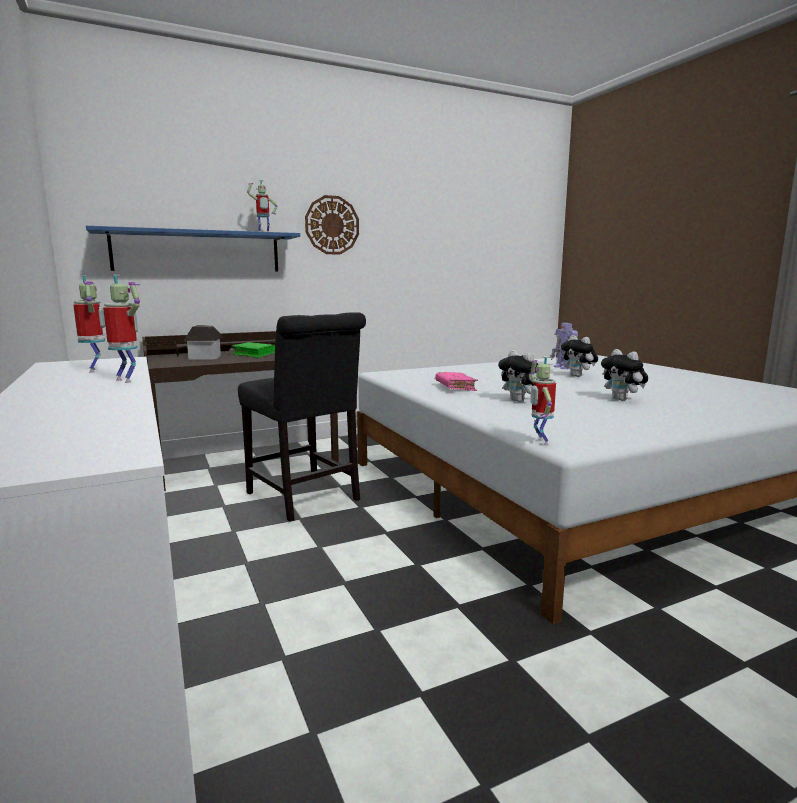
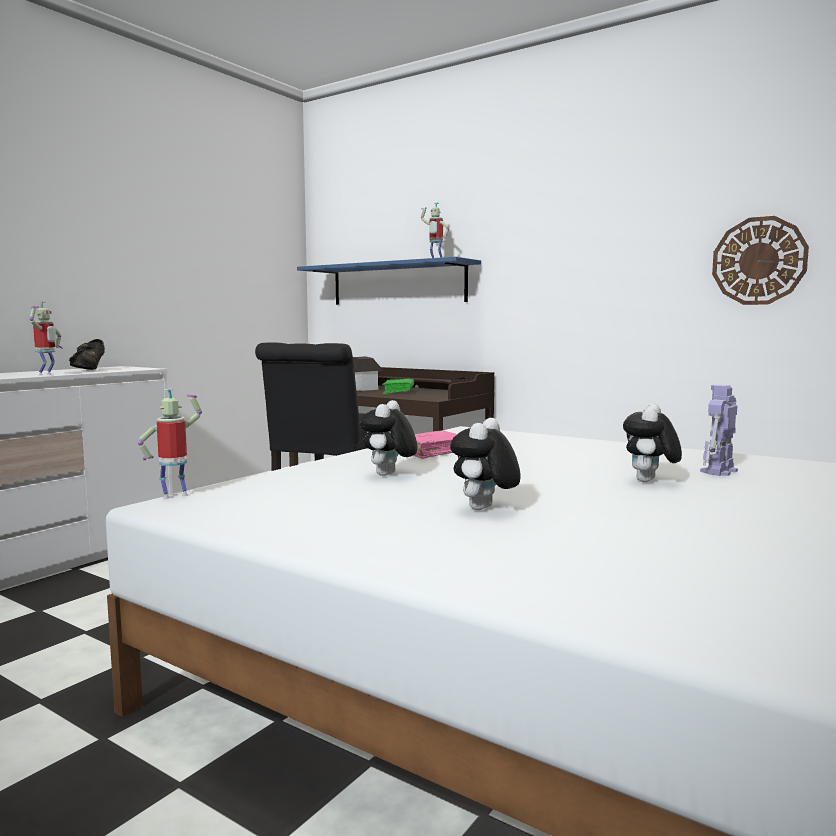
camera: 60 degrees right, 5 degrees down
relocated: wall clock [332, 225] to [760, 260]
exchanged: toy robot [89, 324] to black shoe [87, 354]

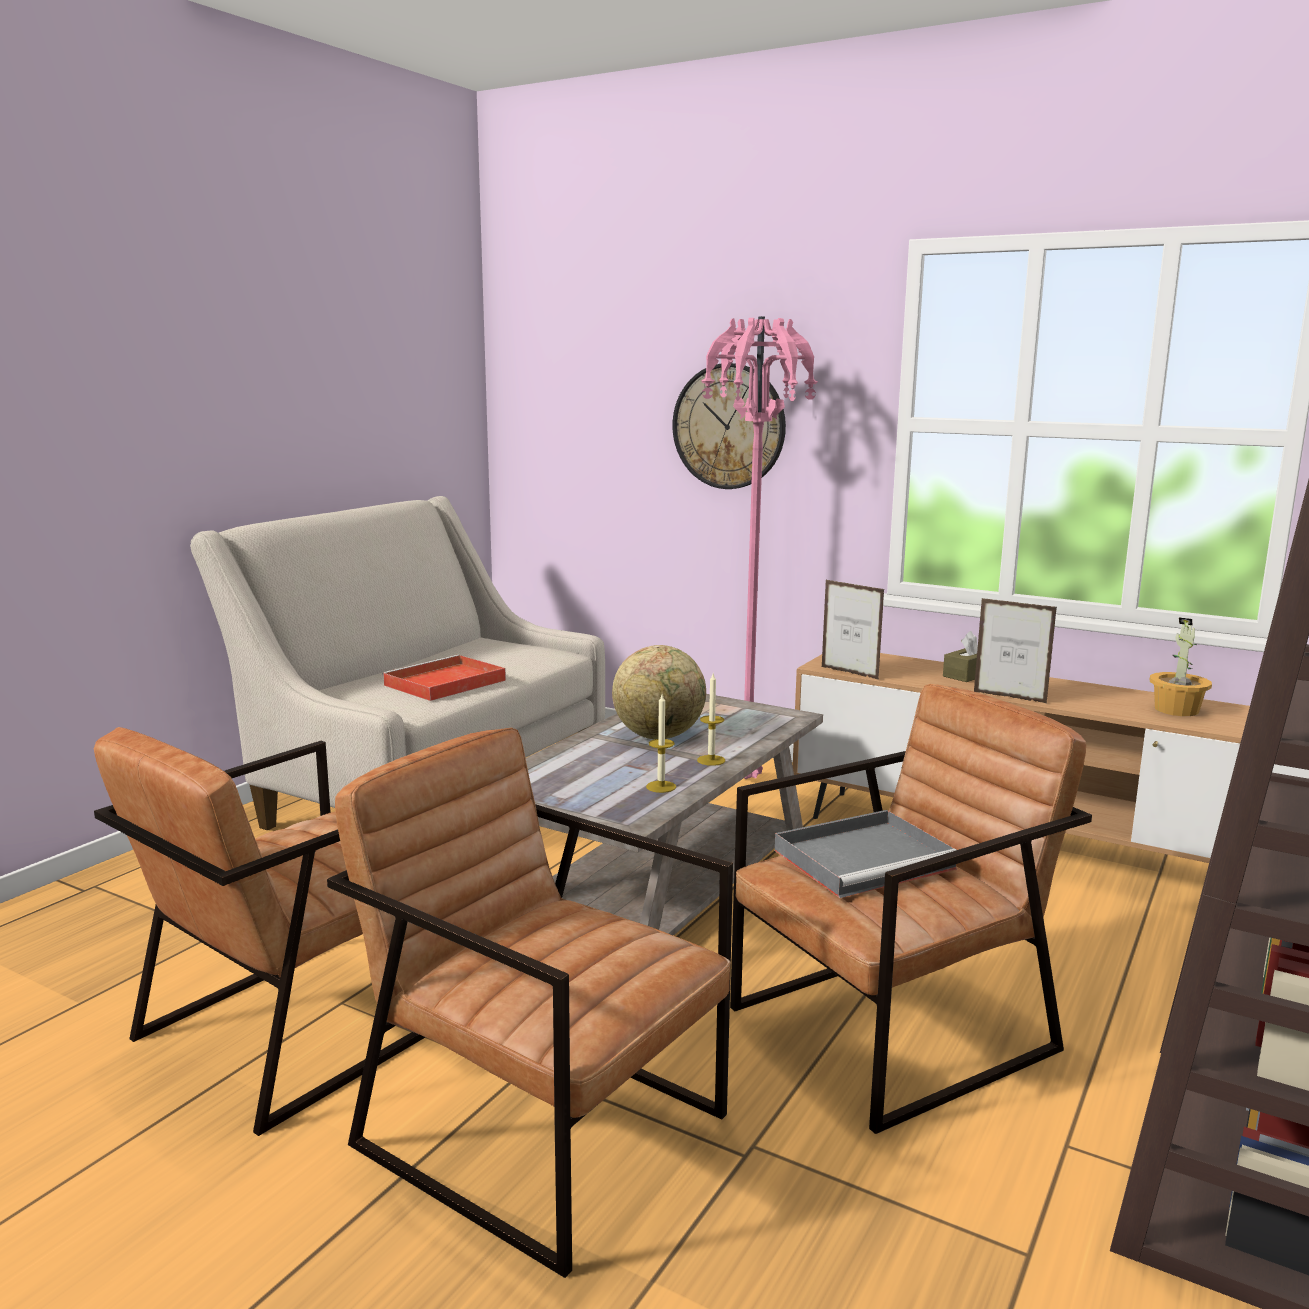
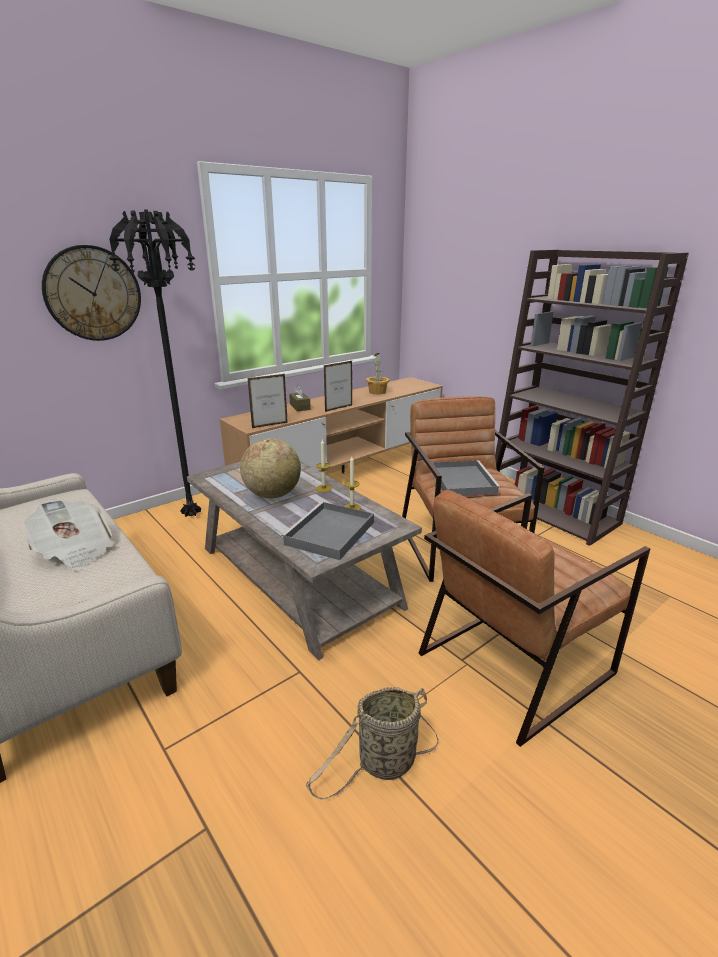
camera: 70 degrees left, 10 degrees up
appeared: grey tray [327, 531]
exchanged: brown armchair [259, 931] to basket [372, 743]; red tray [444, 678] to newspaper [69, 534]
colour: pink floor lamp [759, 547] to black floor lamp [155, 363]

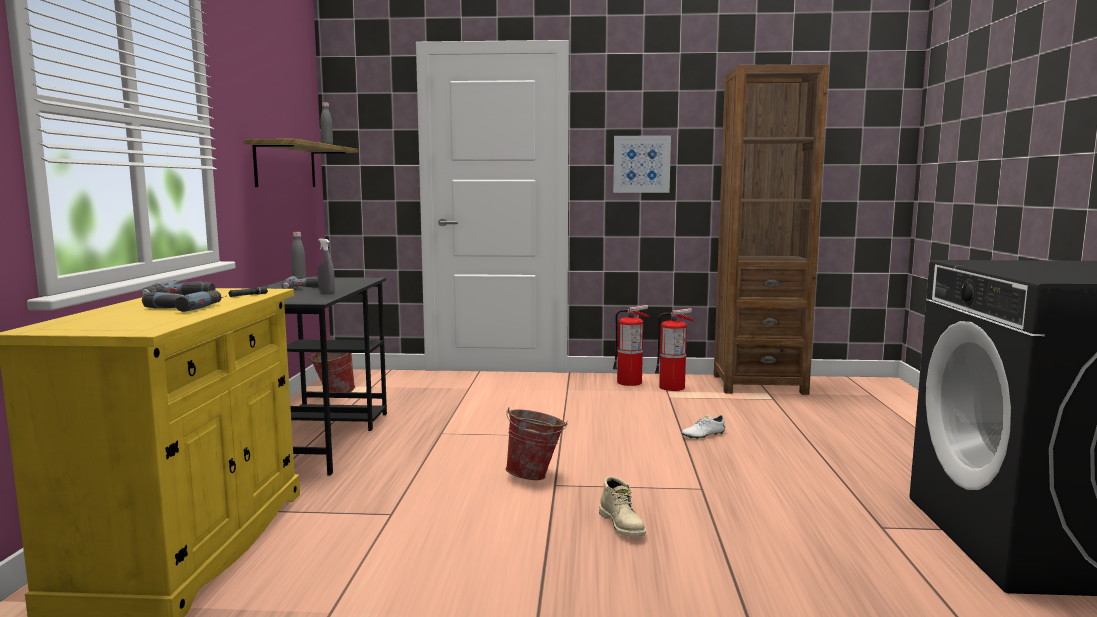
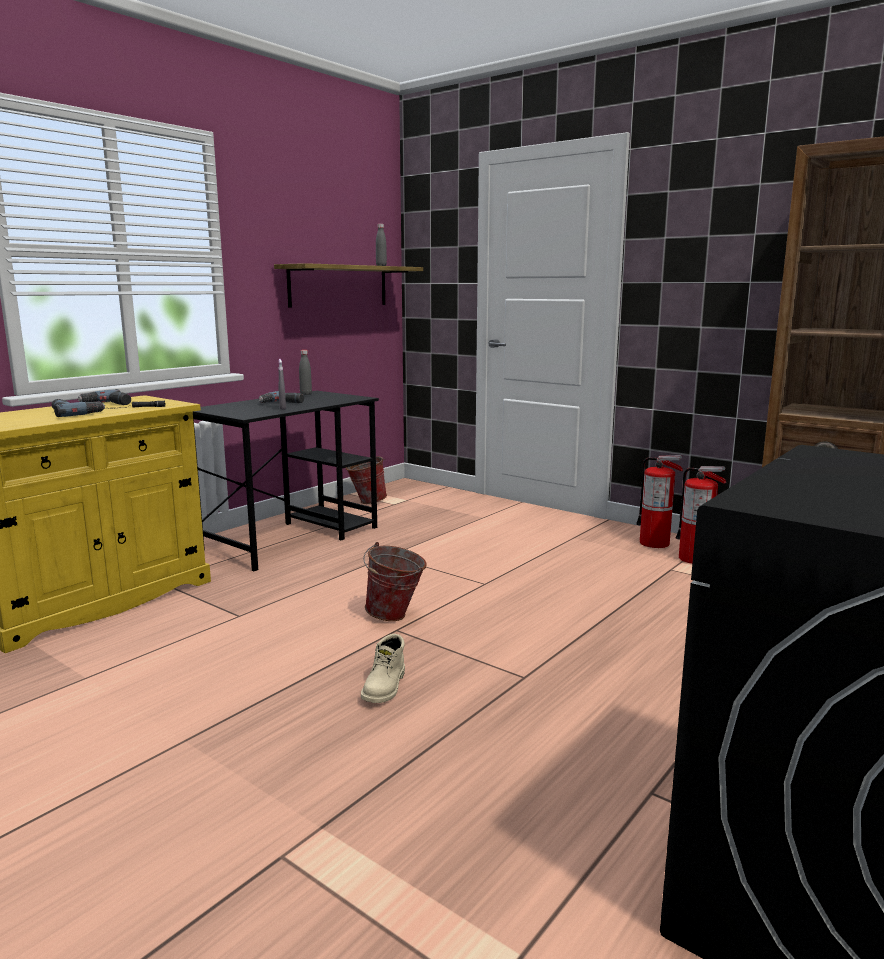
camera: 35 degrees right, 5 degrees up
missing: picture [642, 164]; white shoe [703, 427]

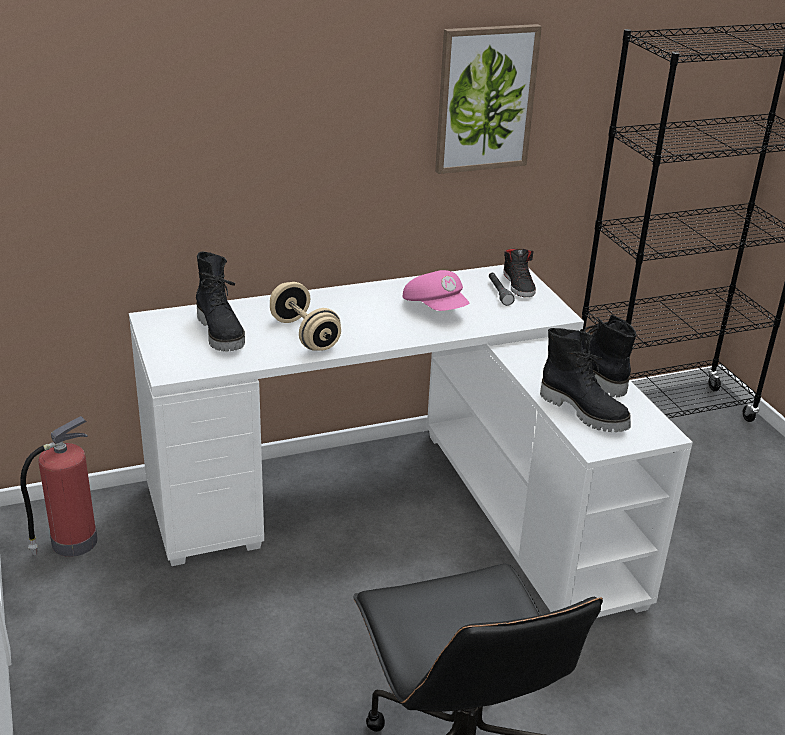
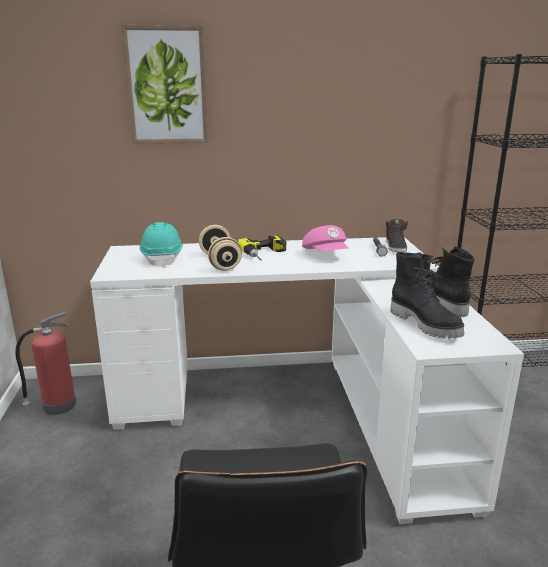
camera: 15 degrees right, 10 degrees down
appeared: power drill [261, 248]
relocated: picture [488, 99] to [164, 84]
exchanged: black boot [220, 301] to turquoise hard hat [161, 245]

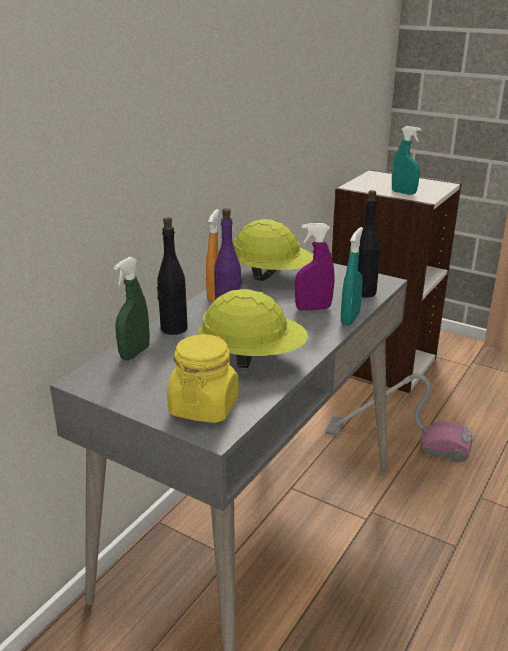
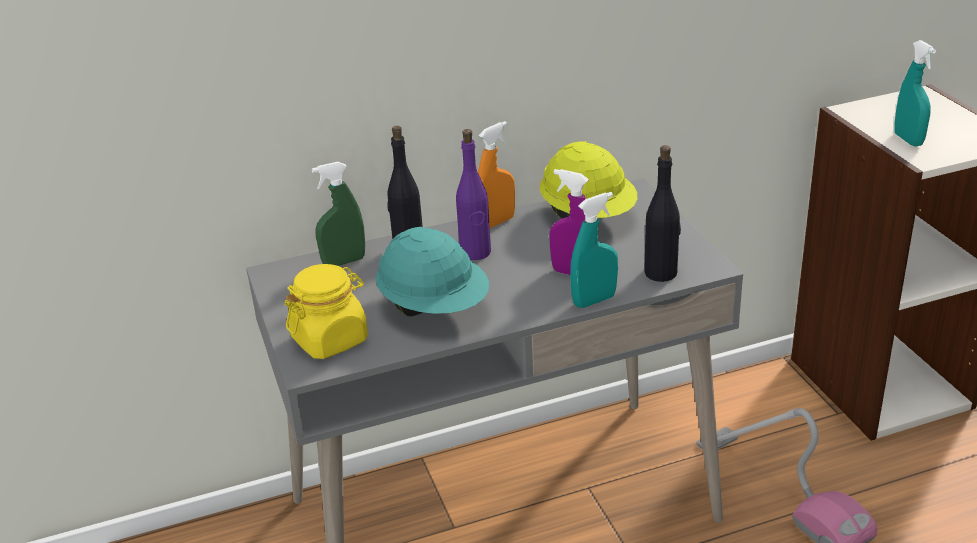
camera: 40 degrees right, 5 degrees up
colour: yellow hard hat [253, 328] to turquoise hard hat [432, 271]

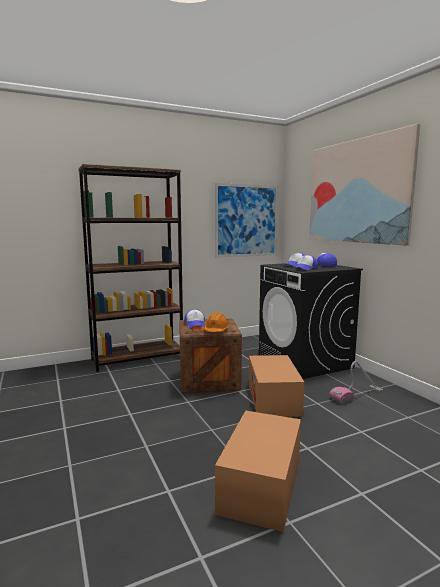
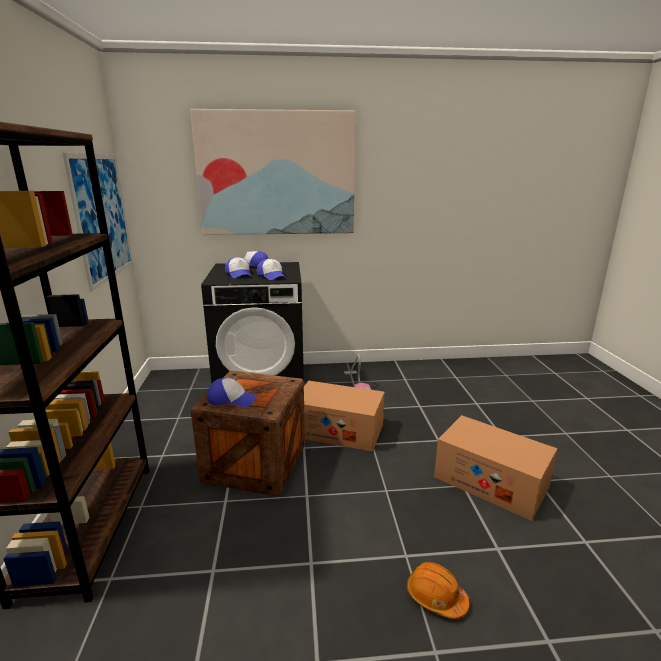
camera: 70 degrees left, 10 degrees up
relocated: orange hard hat [216, 322] to [438, 590]

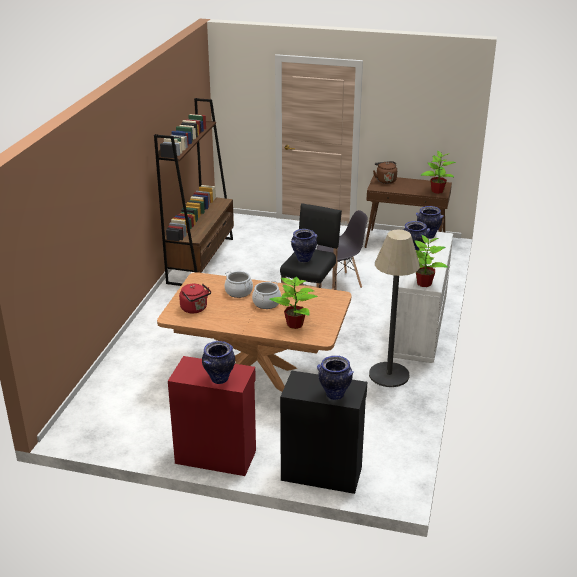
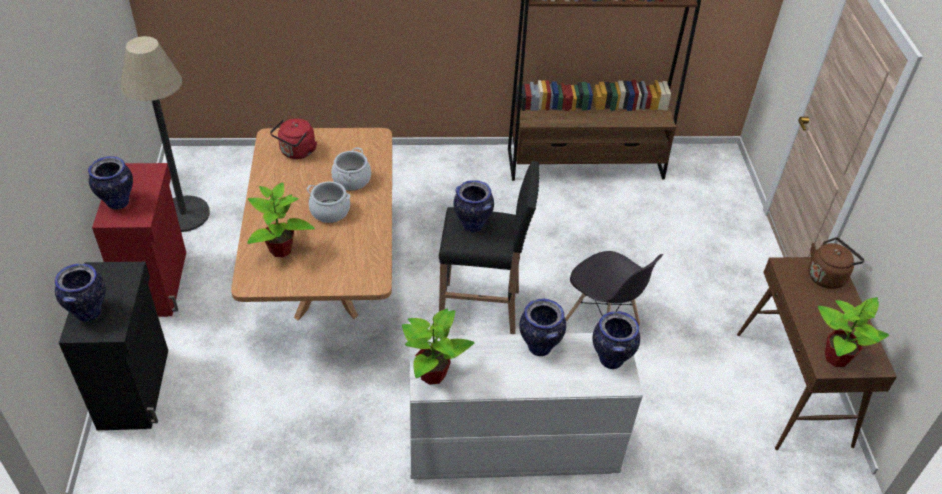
camera: 70 degrees right, 15 degrees up
relocated: floor lamp [394, 308] to [165, 134]

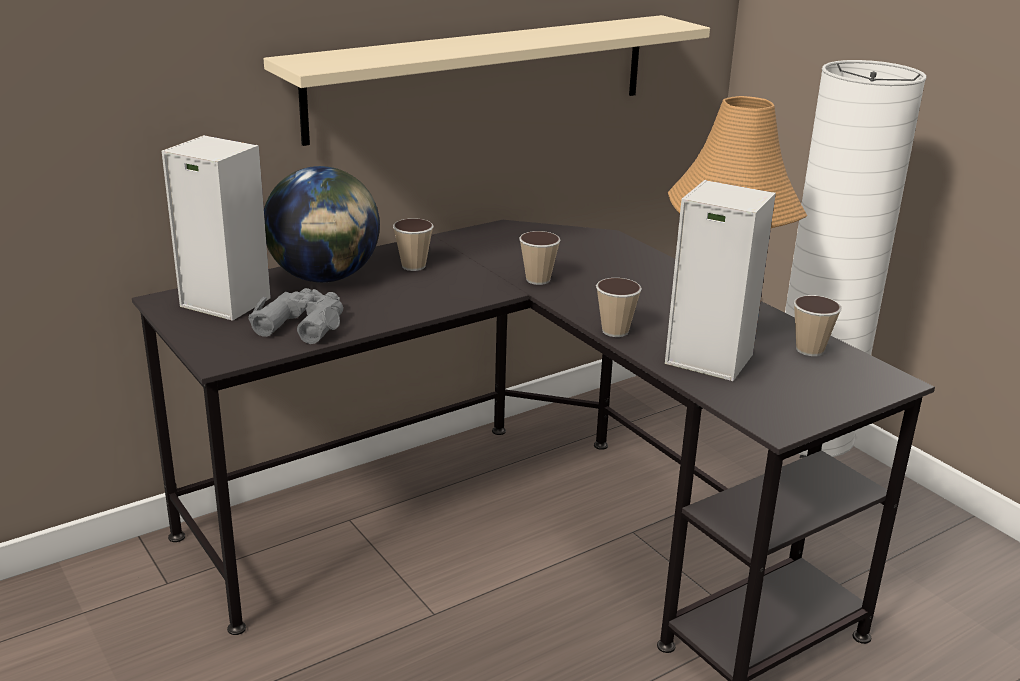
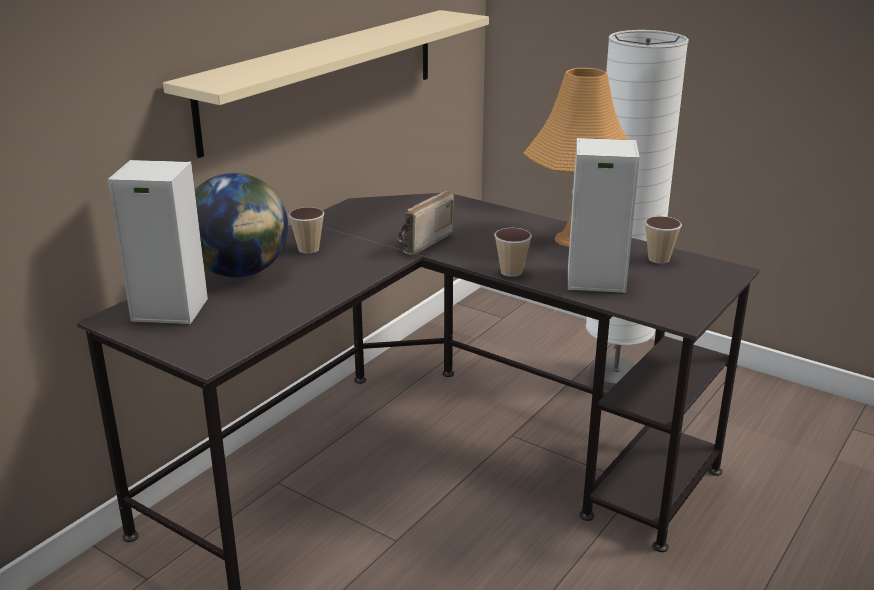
camera: 20 degrees left, 0 degrees up
missing: grey binoculars [295, 316]
exchanged: cup [540, 258] to radio [425, 223]

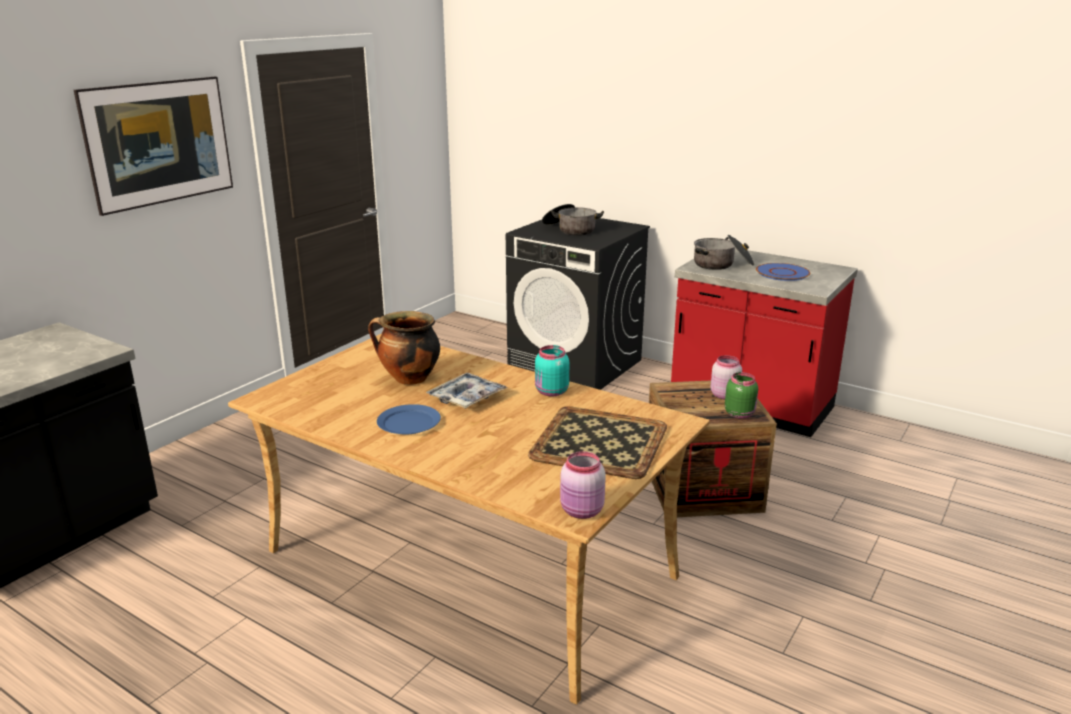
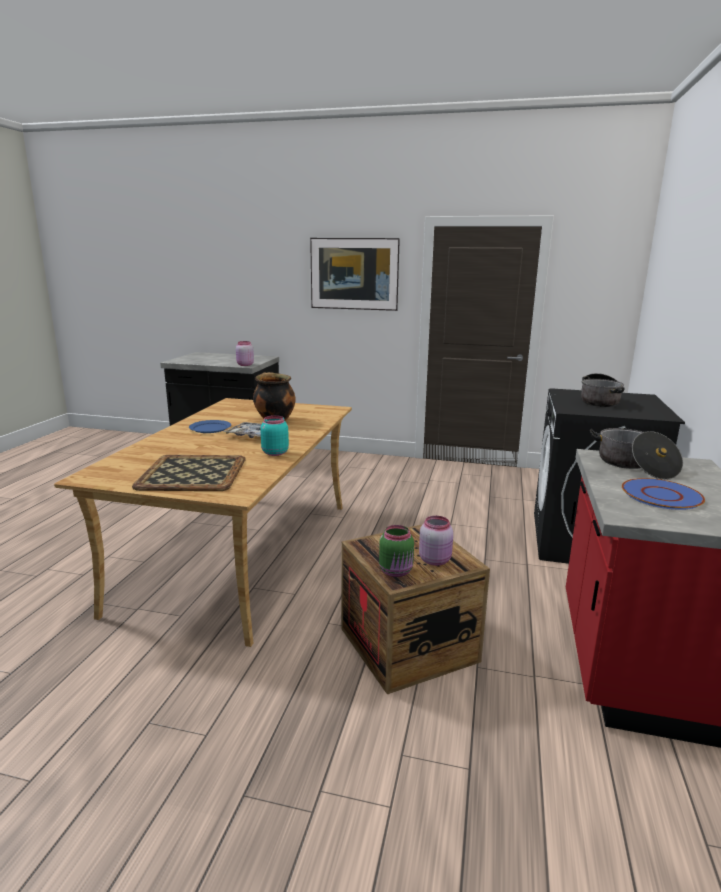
camera: 70 degrees right, 5 degrees down
relocated: pink jar [583, 485] to [245, 353]

